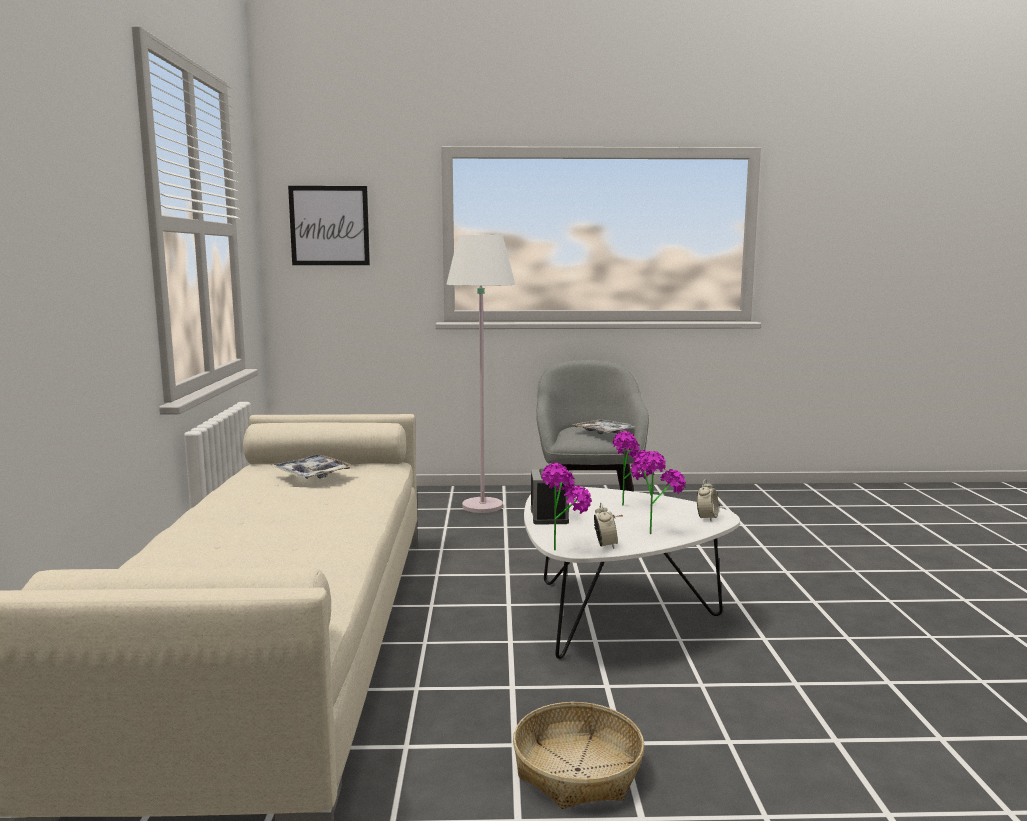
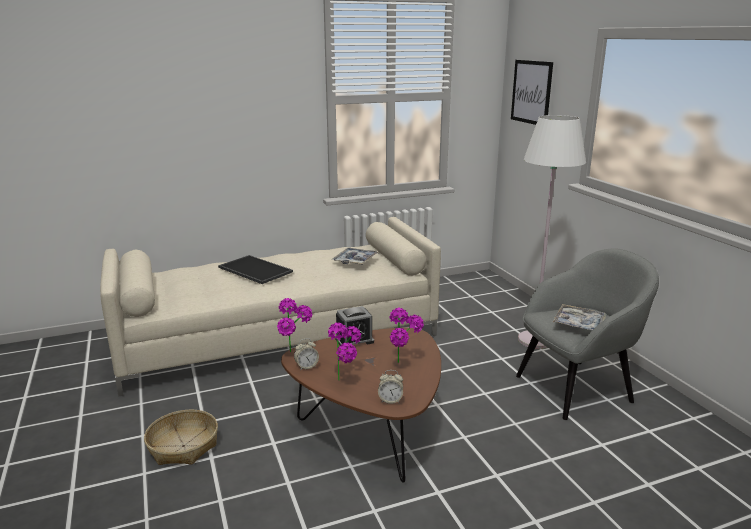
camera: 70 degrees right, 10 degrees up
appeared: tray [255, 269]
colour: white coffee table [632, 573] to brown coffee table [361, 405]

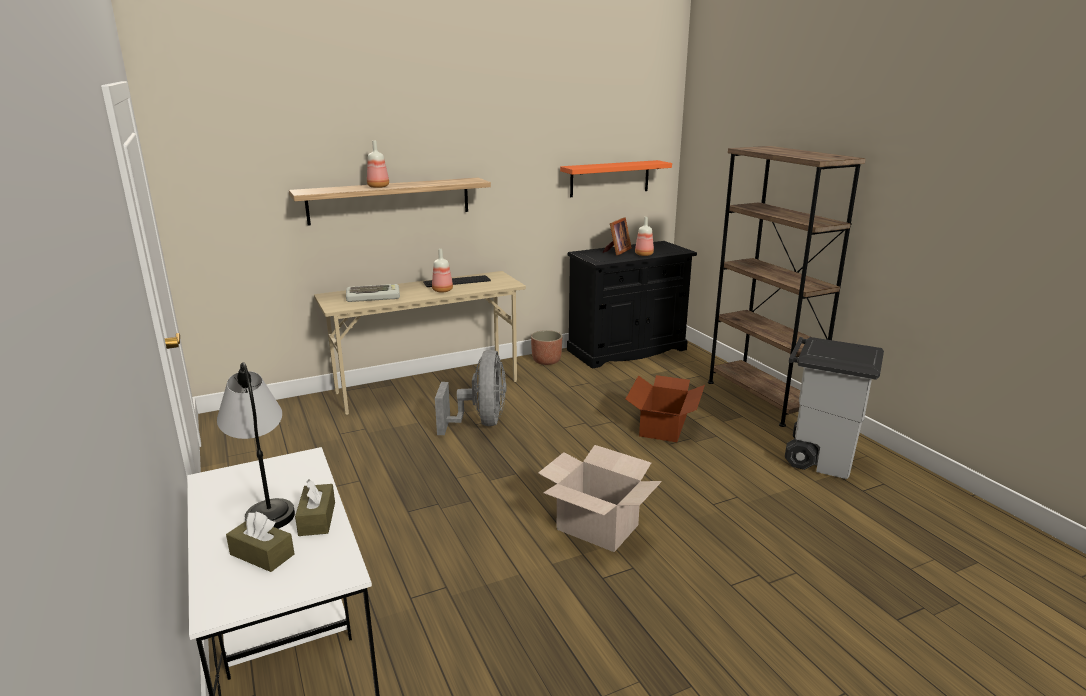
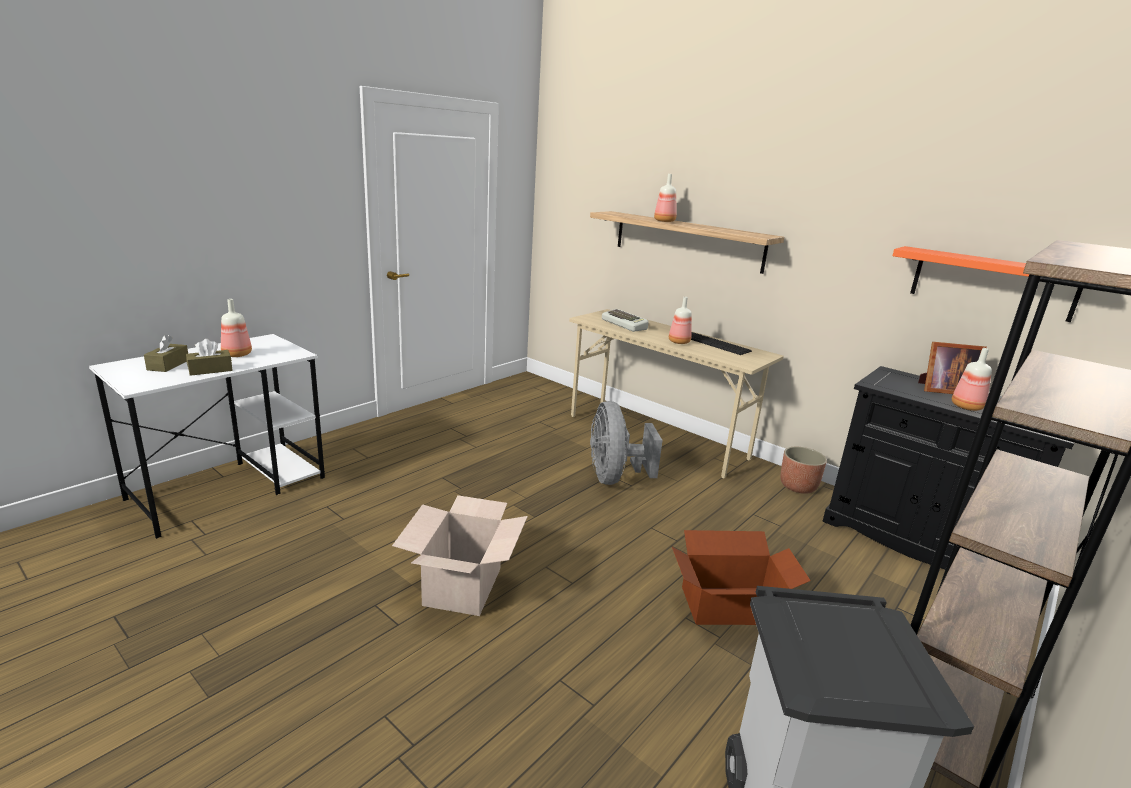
camera: 65 degrees right, 0 degrees up
exchanged: table lamp [256, 445] to bottle [236, 328]
spun: grey fan [471, 392] = [626, 443] 105 degrees clockwise

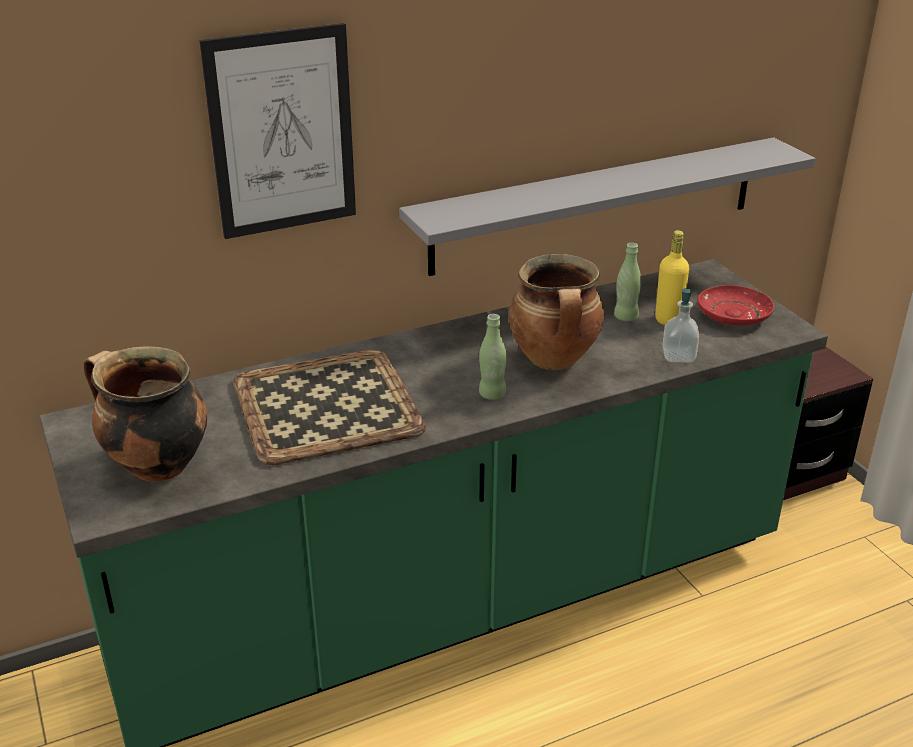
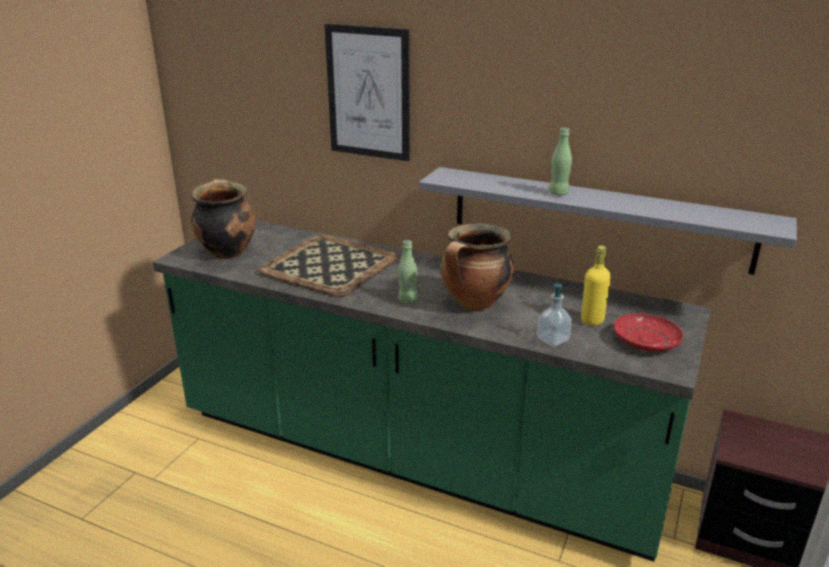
camera: 50 degrees right, 5 degrees down
relocated: green bottle [627, 282] to [560, 161]

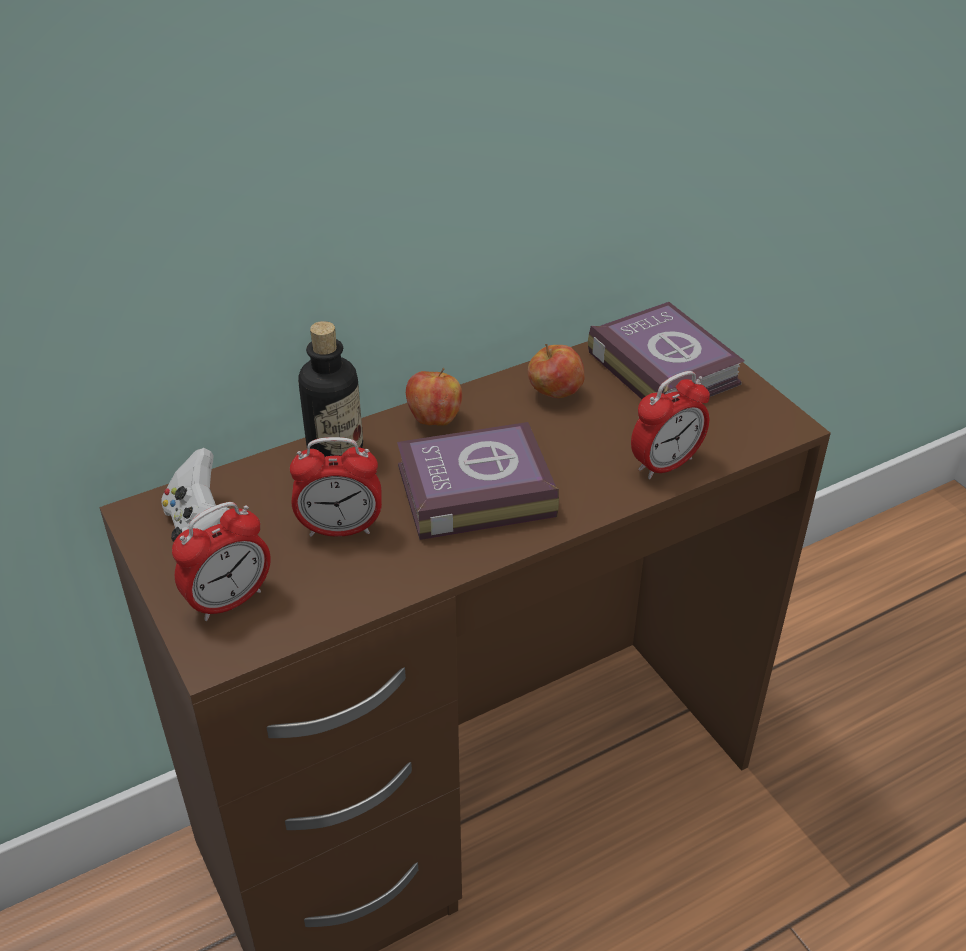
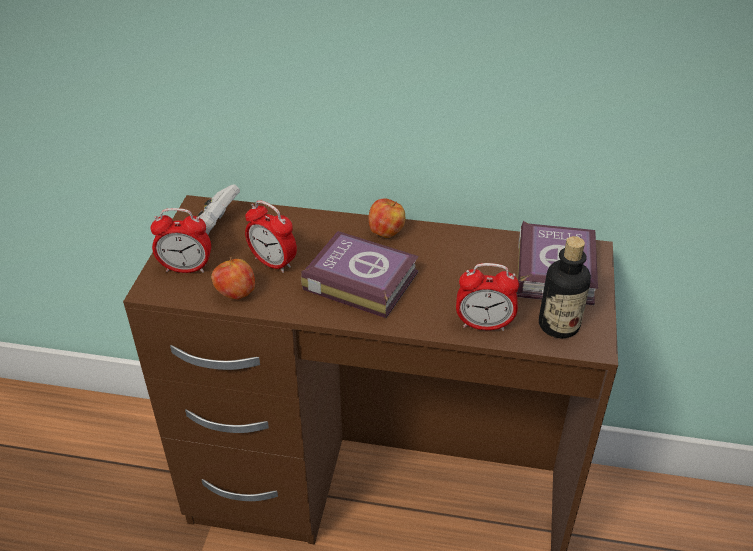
camera: 40 degrees right, 0 degrees up
relocated: bottle [330, 389] to [565, 287]; apple [556, 371] to [233, 278]

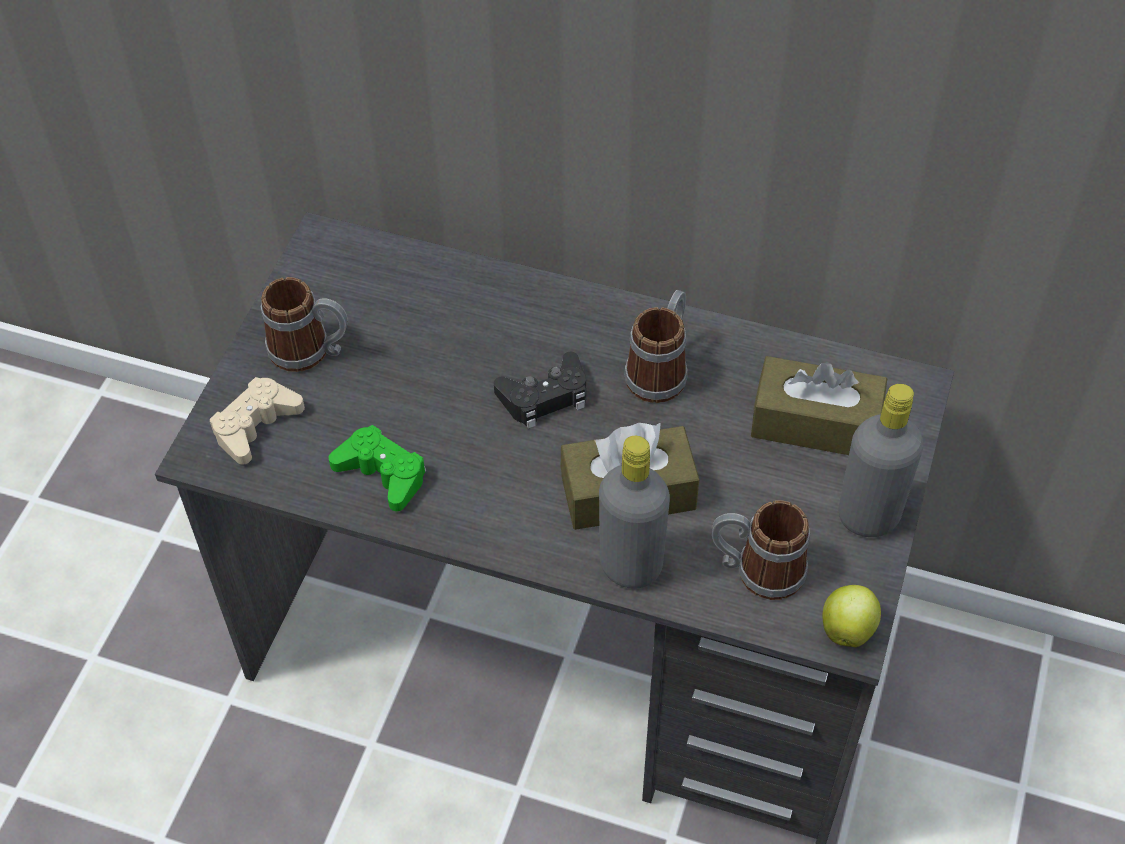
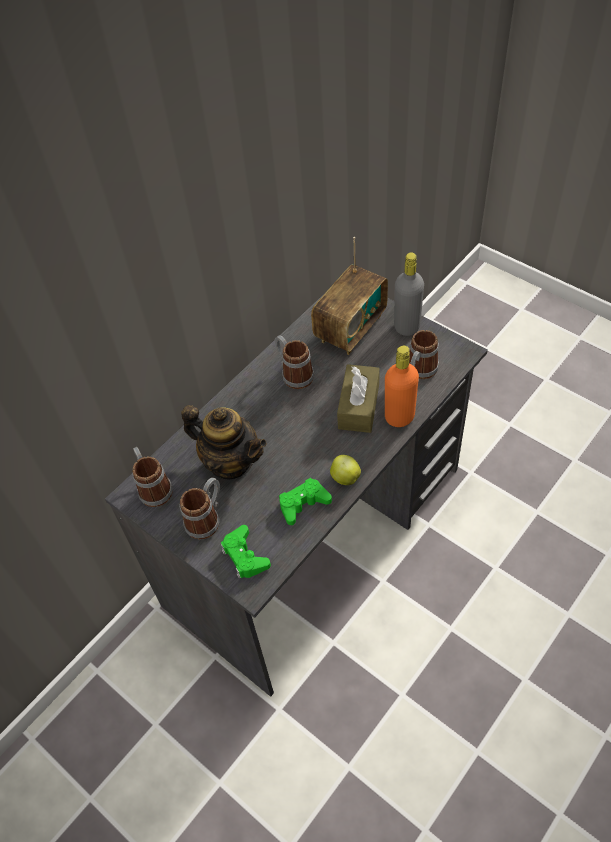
camera: 65 degrees left, 0 degrees up
missing: black game controller [540, 390]
appeared: mug [152, 477]; teapot [224, 442]
relocated: apple [852, 616] to [345, 470]
exchanged: brown tissue box [819, 405] to radio [349, 296]
colour: beige game controller [257, 420] to green game controller [246, 552]; grey bottle [634, 512] to orange bottle [402, 386]

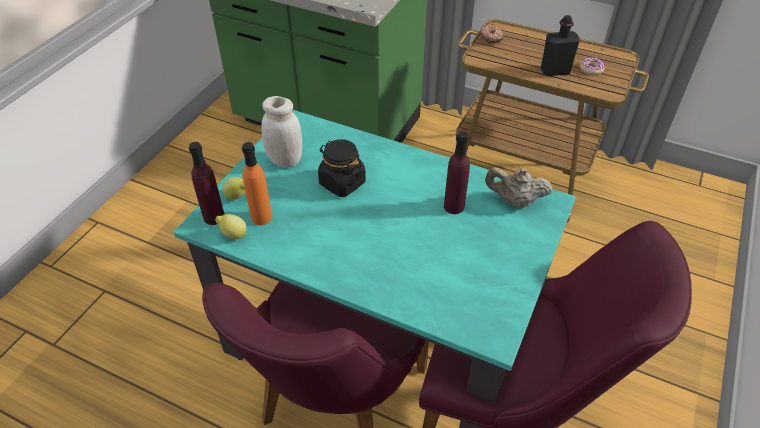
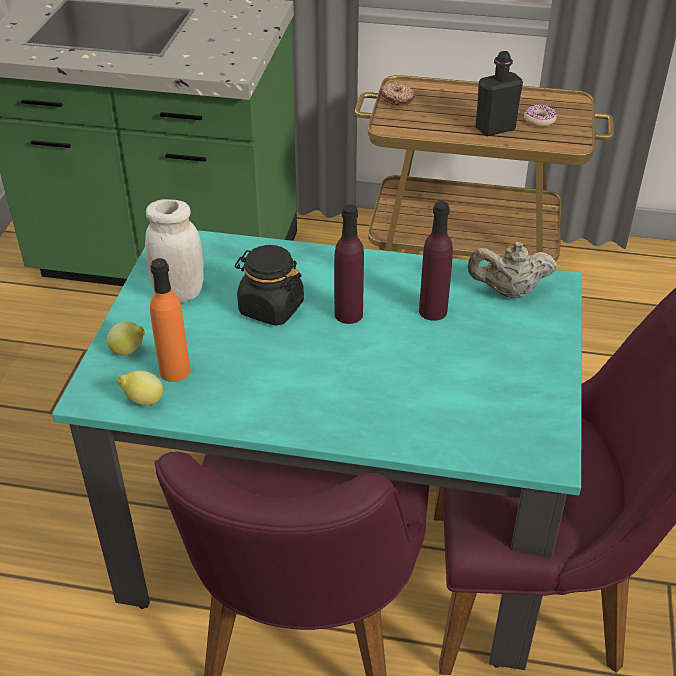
camera: 15 degrees left, 5 degrees down
relocated: purple bottle [207, 183] to [349, 264]

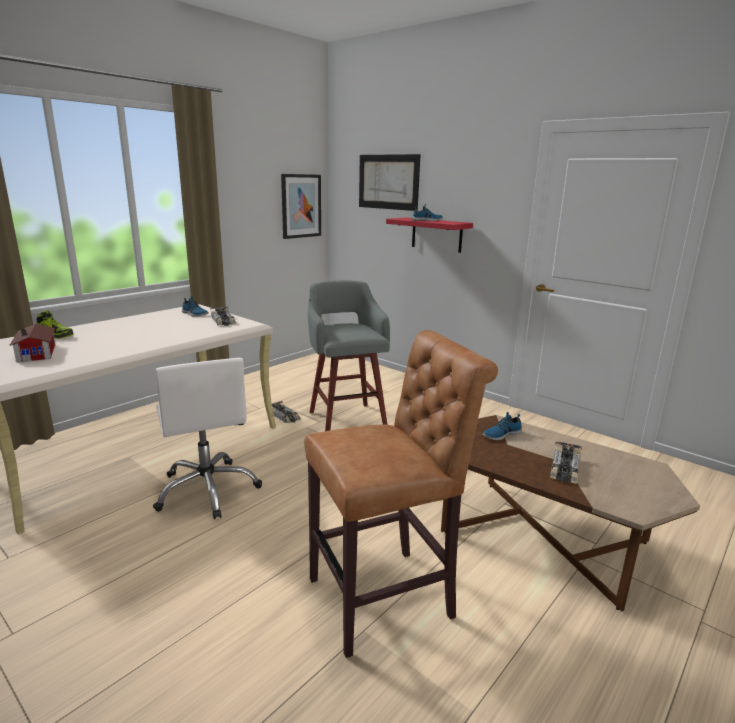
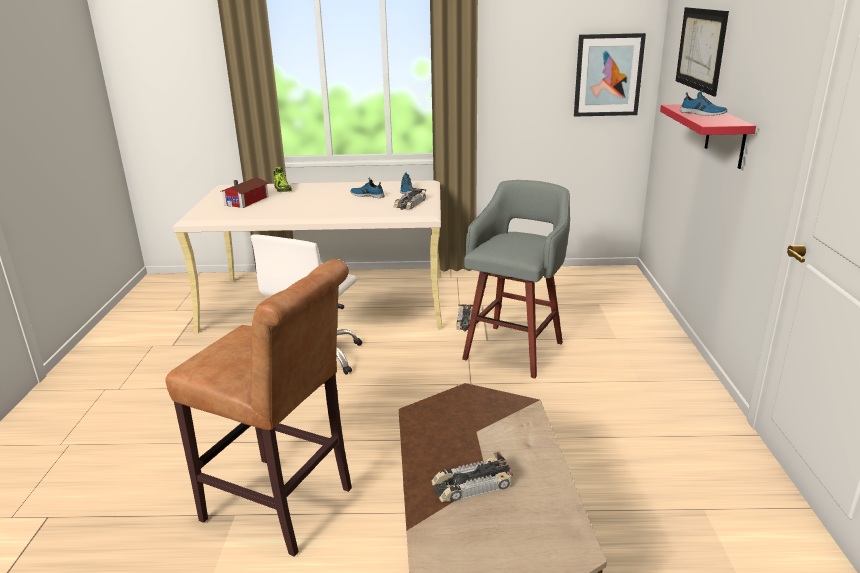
camera: 50 degrees right, 5 degrees up
relocated: shoe [502, 426] to [367, 188]

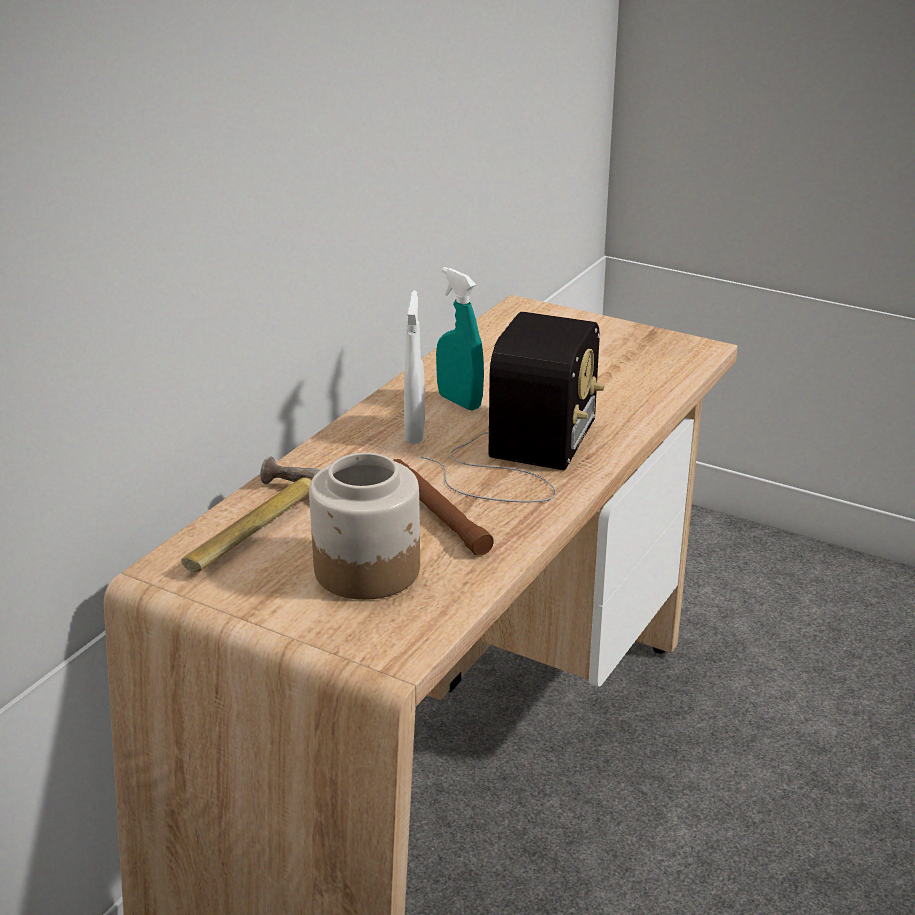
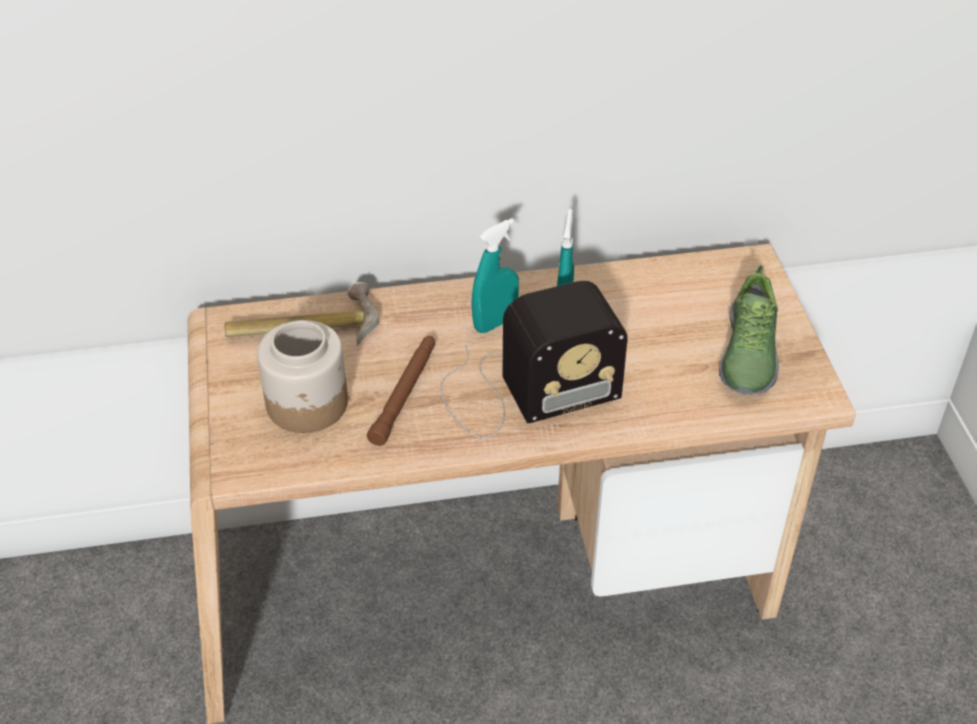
camera: 50 degrees right, 15 degrees up
appeared: shoe [749, 330]
colour: white spray bottle [414, 367] to turquoise spray bottle [495, 275]

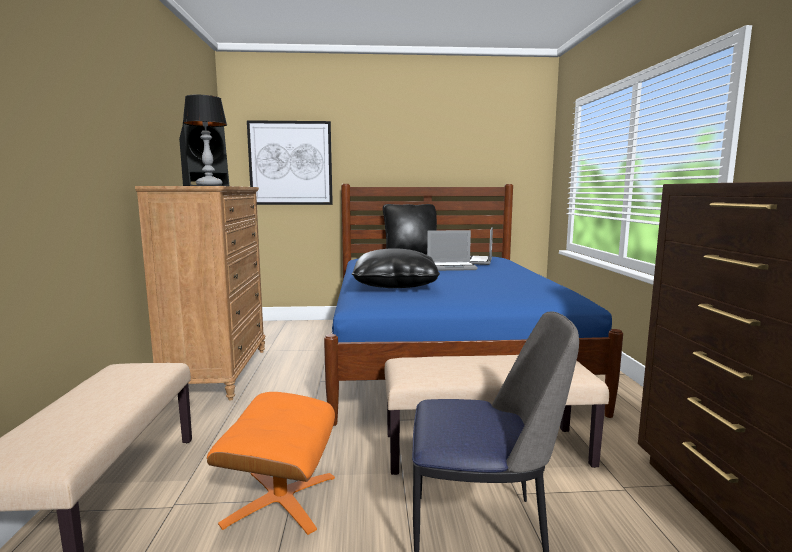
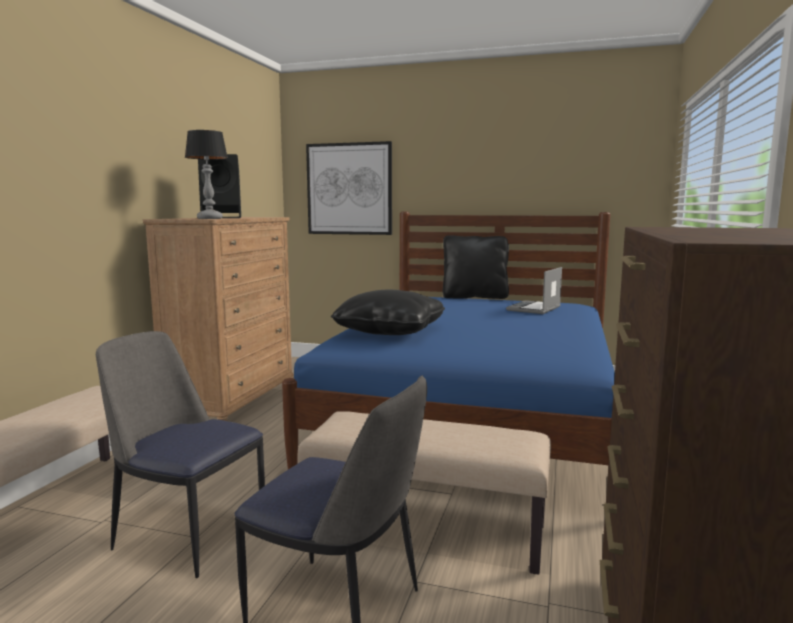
camera: 20 degrees right, 0 degrees up
missing: laptop [452, 250]
exchanged: orange ottoman [271, 463] to chair [180, 454]

